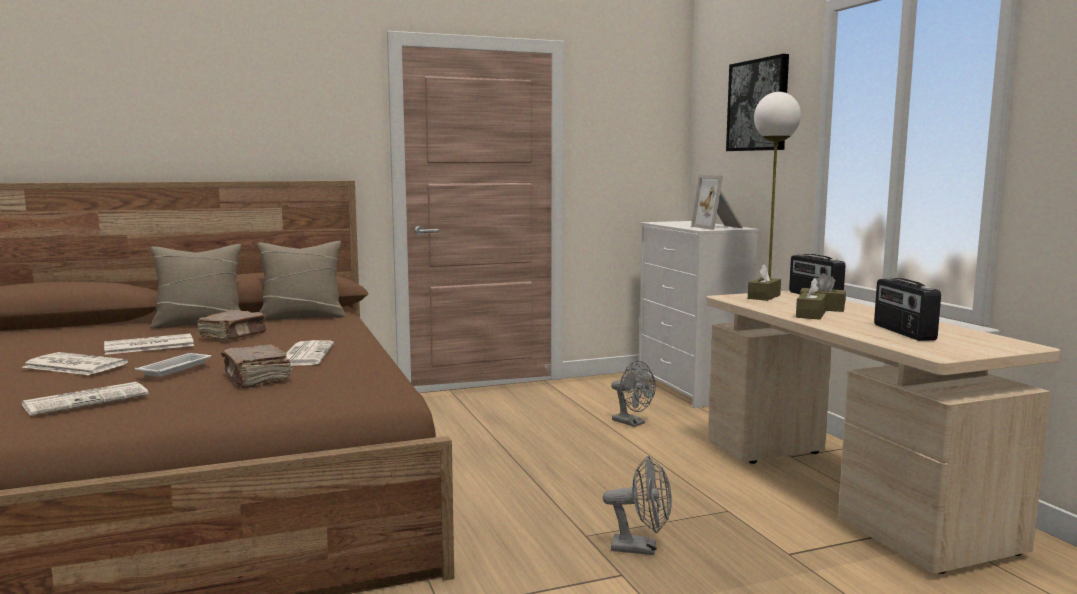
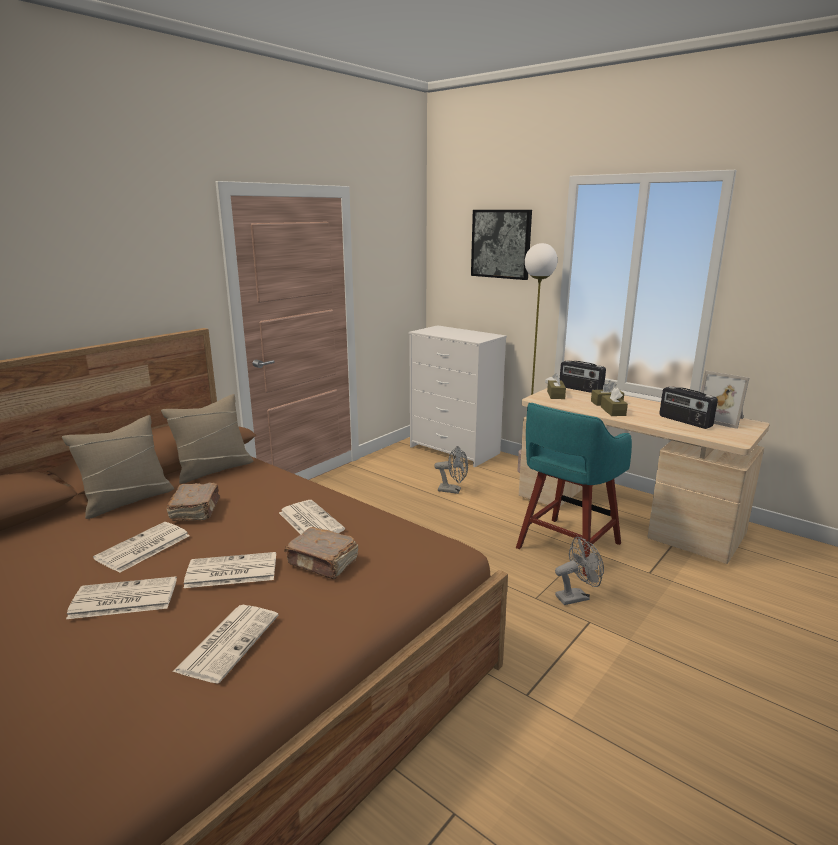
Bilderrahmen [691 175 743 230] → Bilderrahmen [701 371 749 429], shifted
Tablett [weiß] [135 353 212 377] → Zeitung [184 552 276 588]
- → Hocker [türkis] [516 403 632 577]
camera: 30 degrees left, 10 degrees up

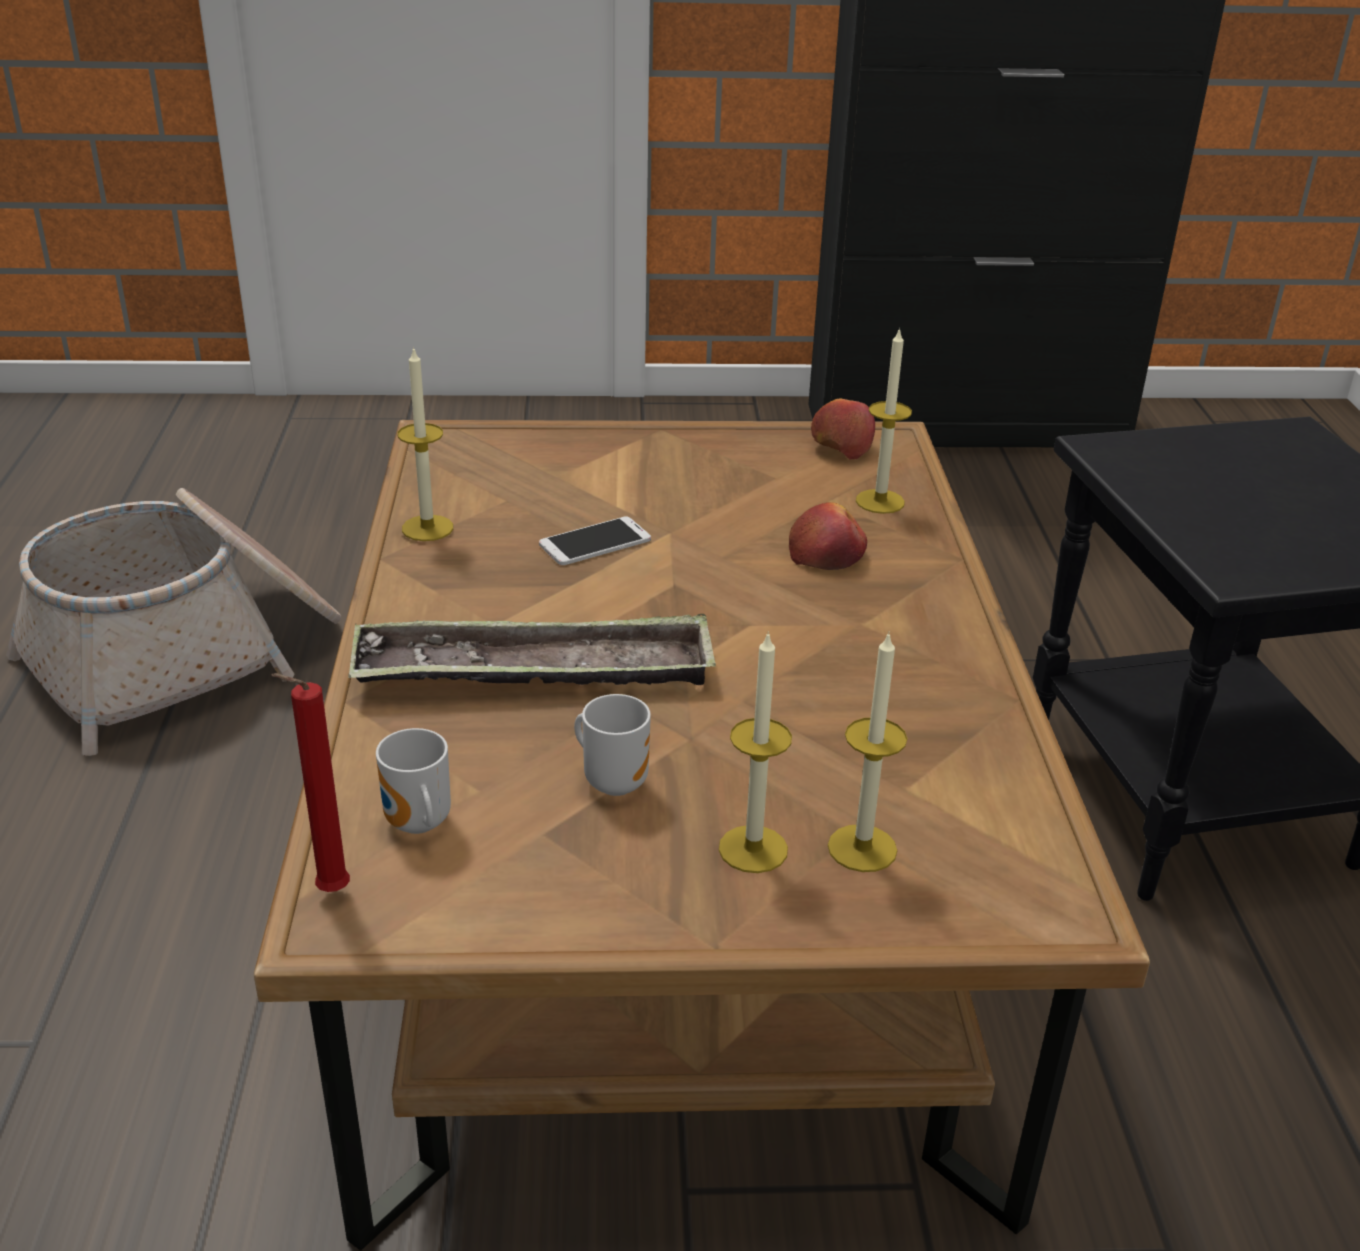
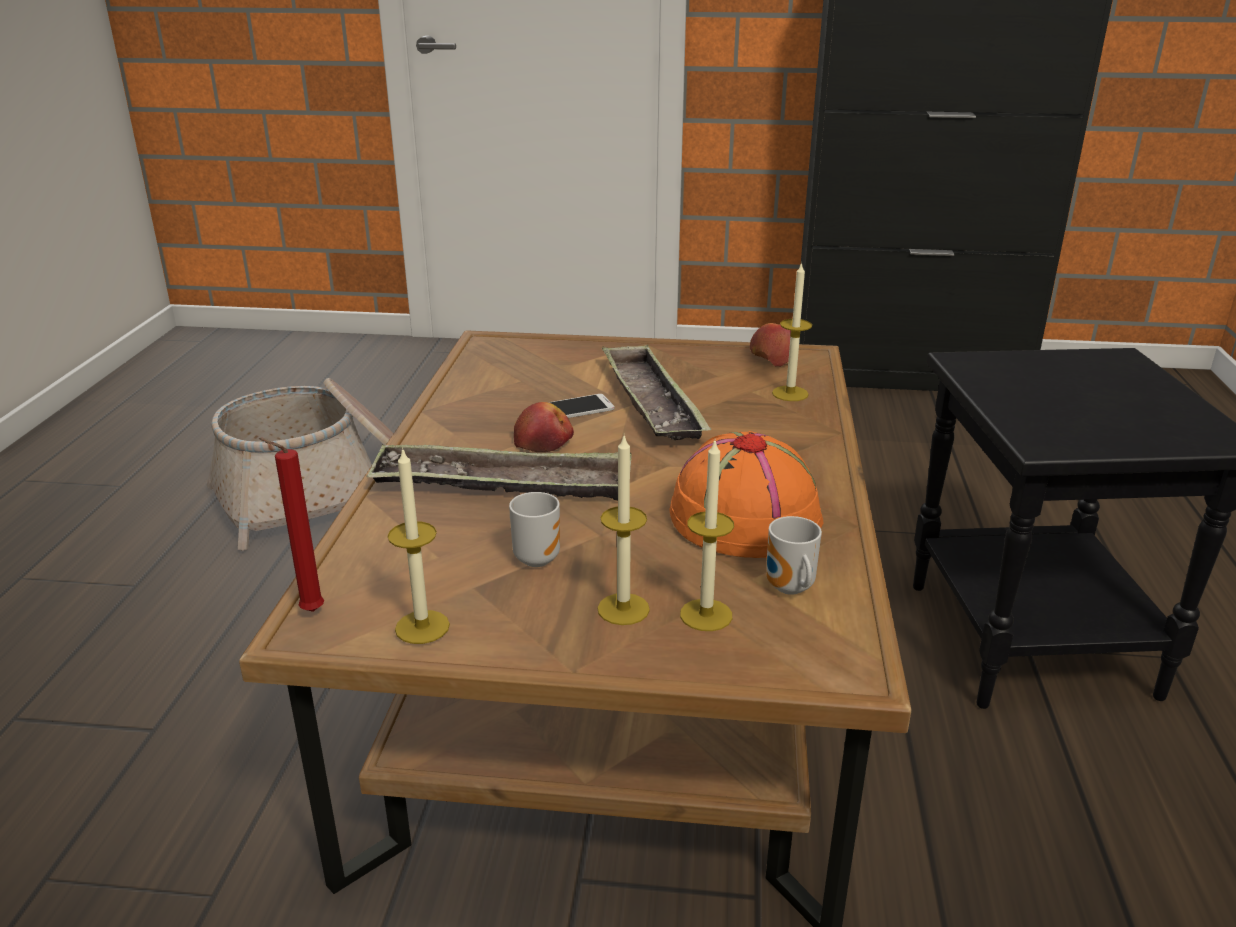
Kerze [397 346 453 541] → Kerze [388 447 450 644], shifted
Apfel [789 502 867 570] → Apfel [514 402 574 452], shifted
Henkelbecher [376 728 451 834] → Henkelbecher [766 516 822 595], shifted
- → Tablett [602 345 711 440]
- → Hut [orange] [670 431 823 558]
camera: 10 degrees right, 5 degrees down

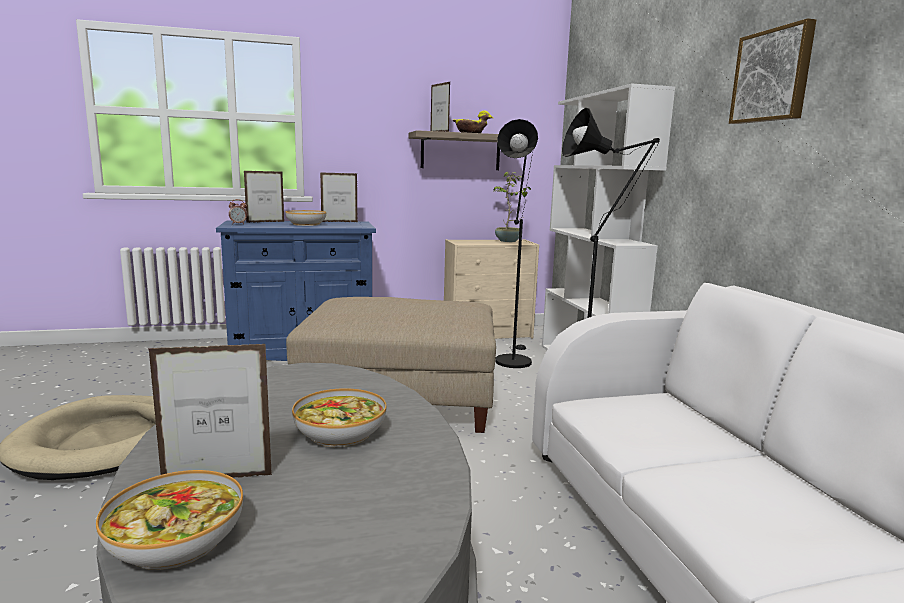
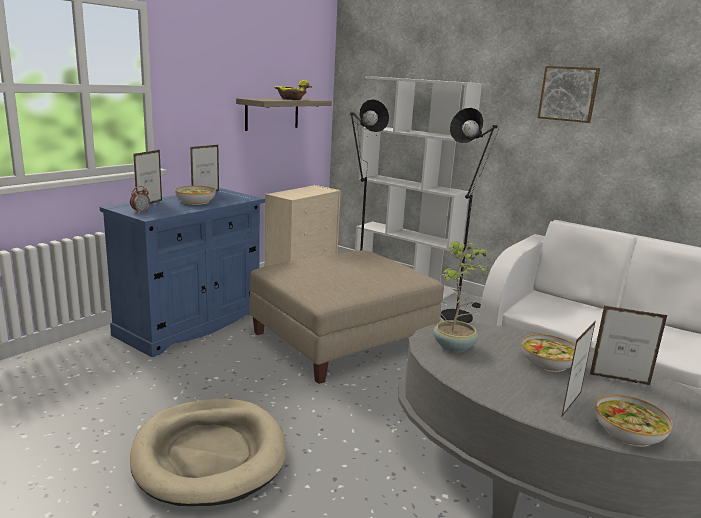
Bilderrahmen [431 82 450 132] → Bilderrahmen [590 306 668 385], shifted
Topfpflanze [493 172 531 242] → Topfpflanze [433 241 490 353], shifted
camera: 40 degrees left, 5 degrees up

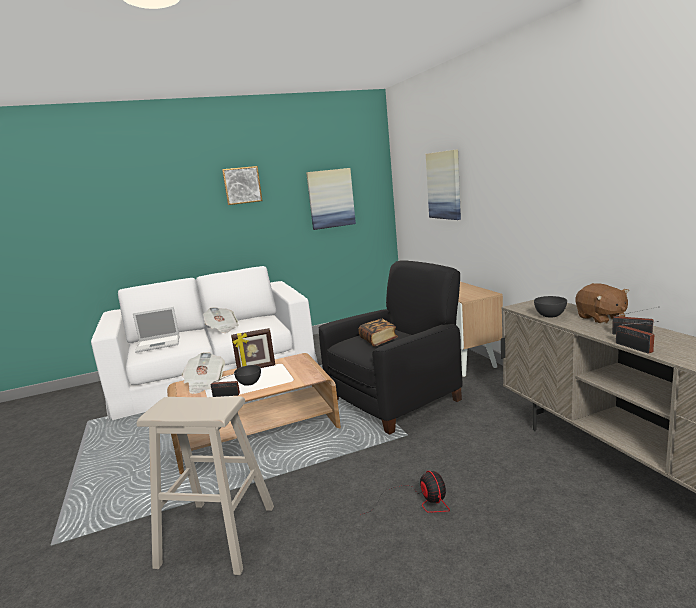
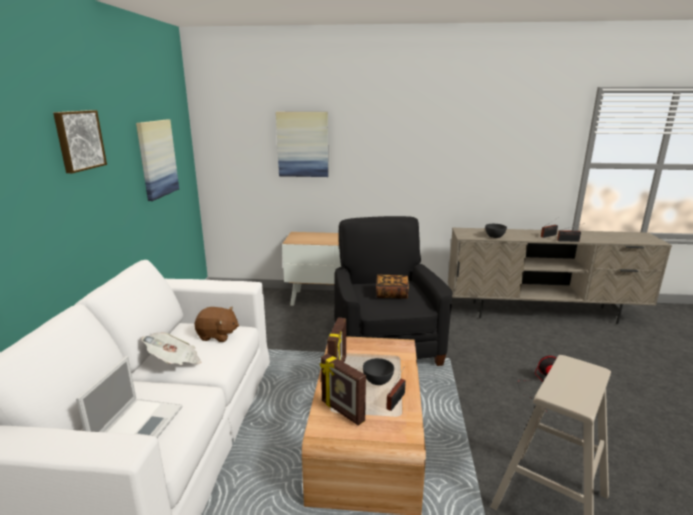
Plüschtier [braun] [575 283 629 324] → Plüschtier [braun] [194 307 239 342], shifted
Zeitung [182 352 225 394] → Bilderrahmen [320 354 366 426]
camera: 65 degrees left, 5 degrees up

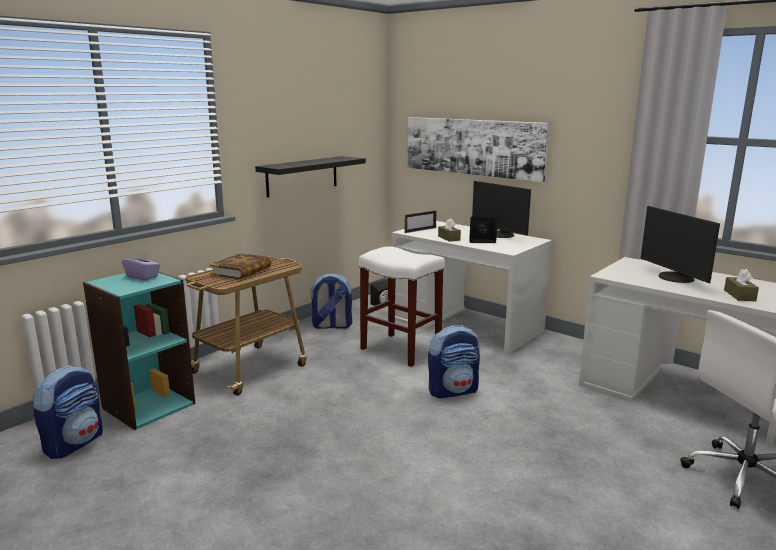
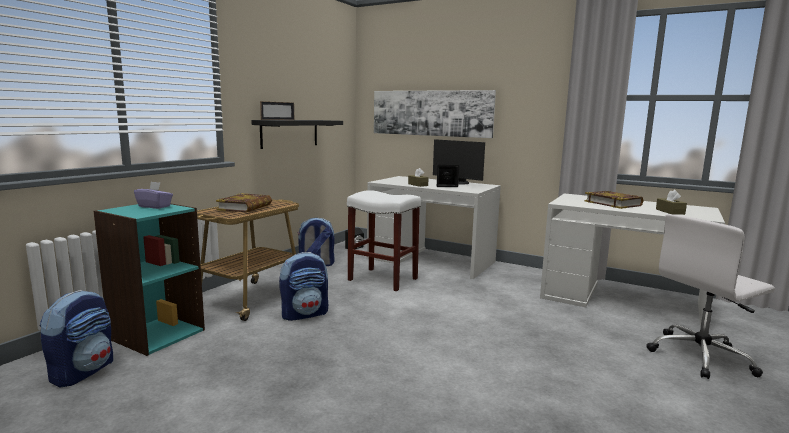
Monitor [641 206 720 283] → Buch [585 191 643 209]
Bilderrahmen [404 210 437 233] → Bilderrahmen [260 101 294 120], shifted
Rucksack [428 325 480 398] → Rucksack [279 252 328 321], shifted
camera: 10 degrees left, 5 degrees down

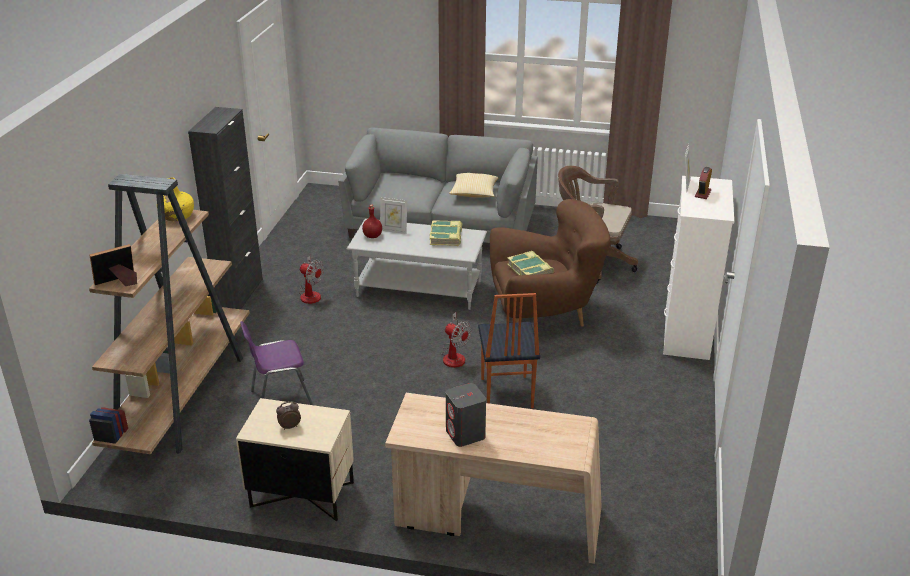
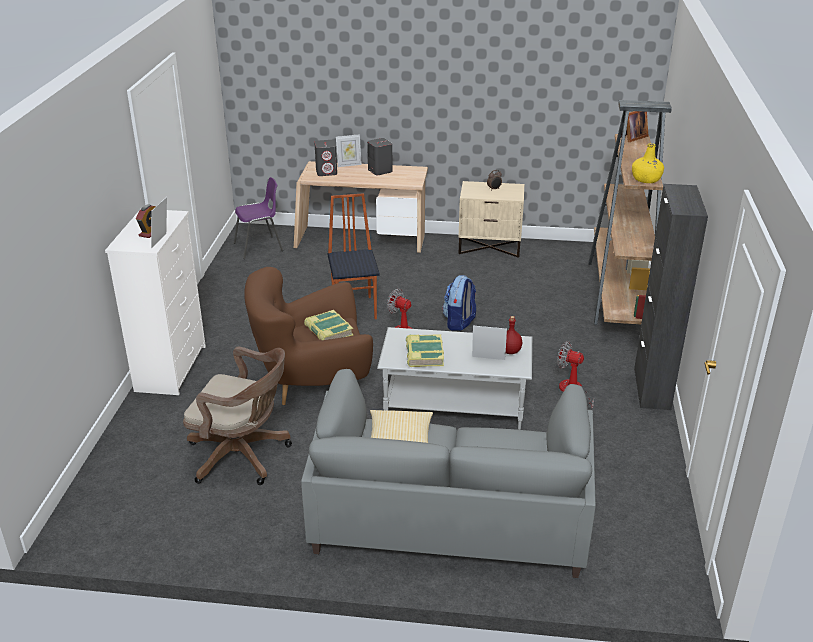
Stuhl [lila] [240 321 313 405] → Stuhl [lila] [234 177 283 259], shifted
- → Bilderrahmen [336 134 362 167]
- → Lautsprecher [grau] [314 140 337 176]
- → Rucksack [442 275 476 331]
camera: 175 degrees right, 0 degrees up

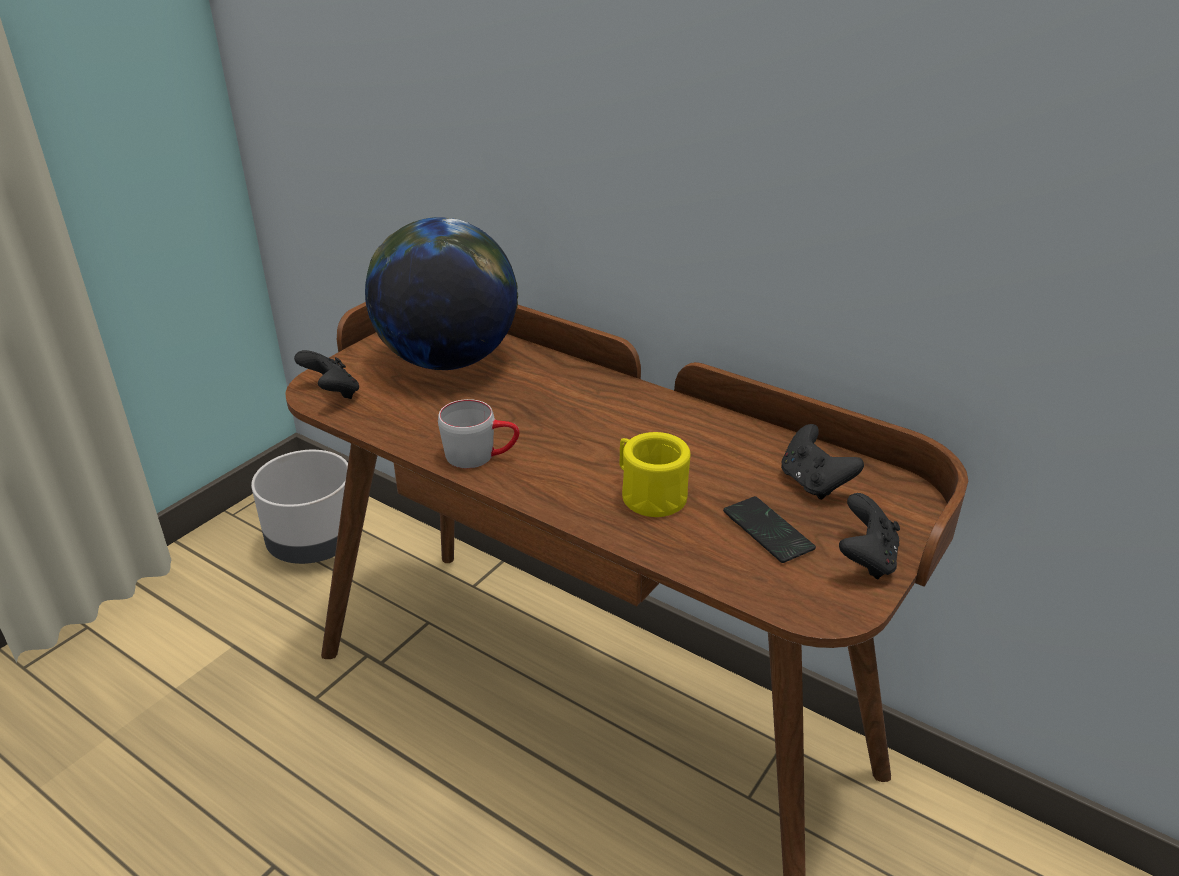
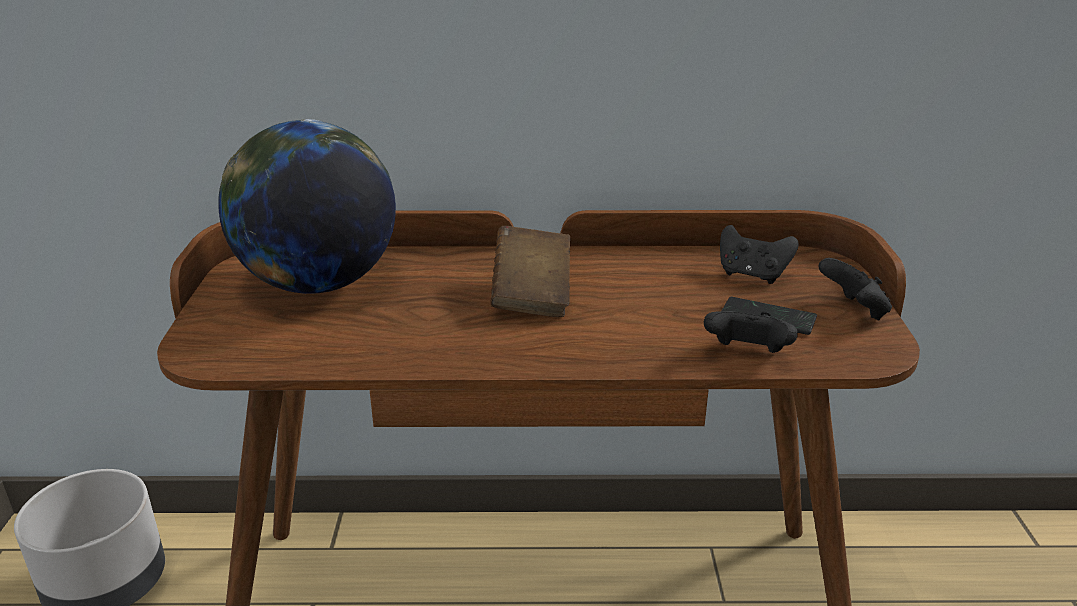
Gamepad [schwarz] [294 350 359 399] → Gamepad [schwarz] [704 311 798 353], shifted
Henkelbecher [grau] [438 399 519 468] → -
Henkelbecher [gelb] [620 432 691 517] → -
- → Buch [braun] [490 226 571 317]
camera: 35 degrees left, 5 degrees down

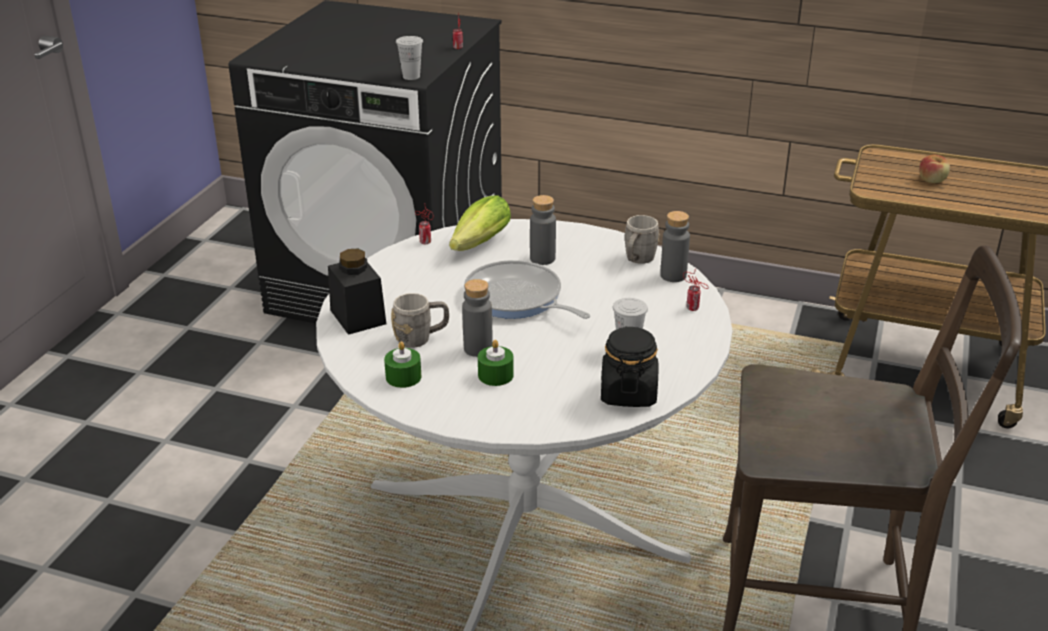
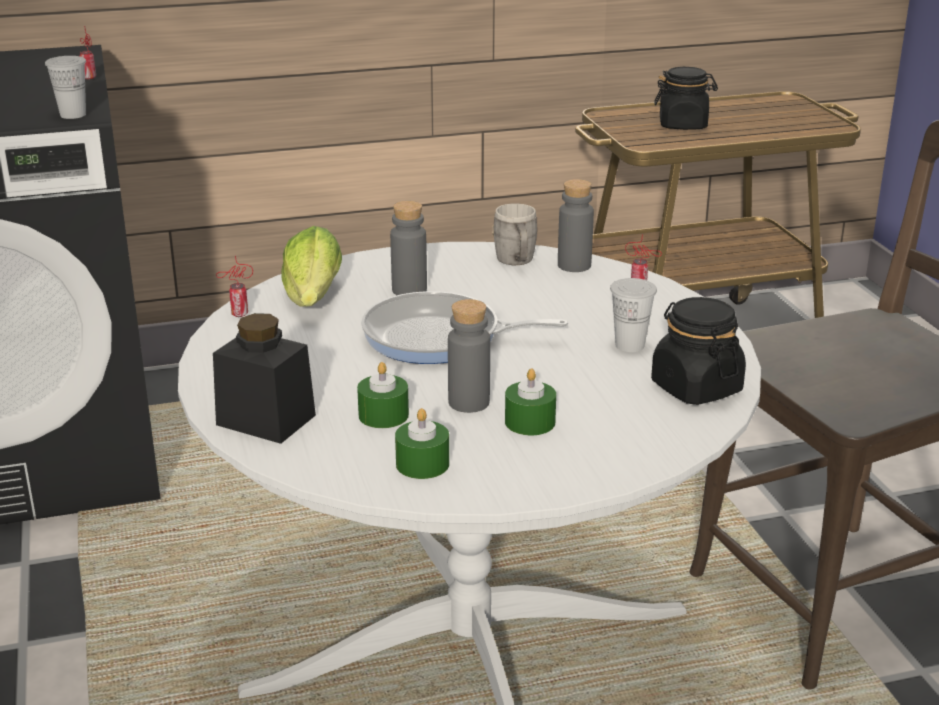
Apfel [919 155 950 183] → Vorratsglas [schwarz] [654 67 718 130]
Henkelbecher [grau] [391 293 449 348] → Kerze [grün] [357 362 409 428]
camera: 35 degrees left, 5 degrees down

